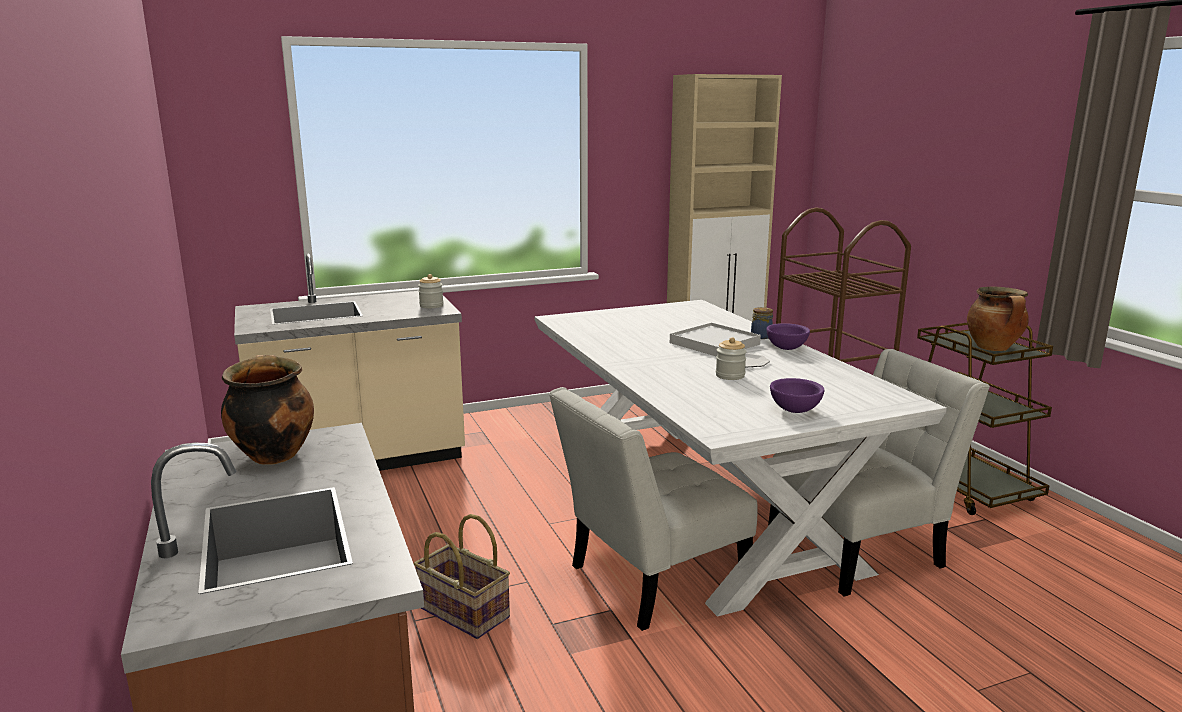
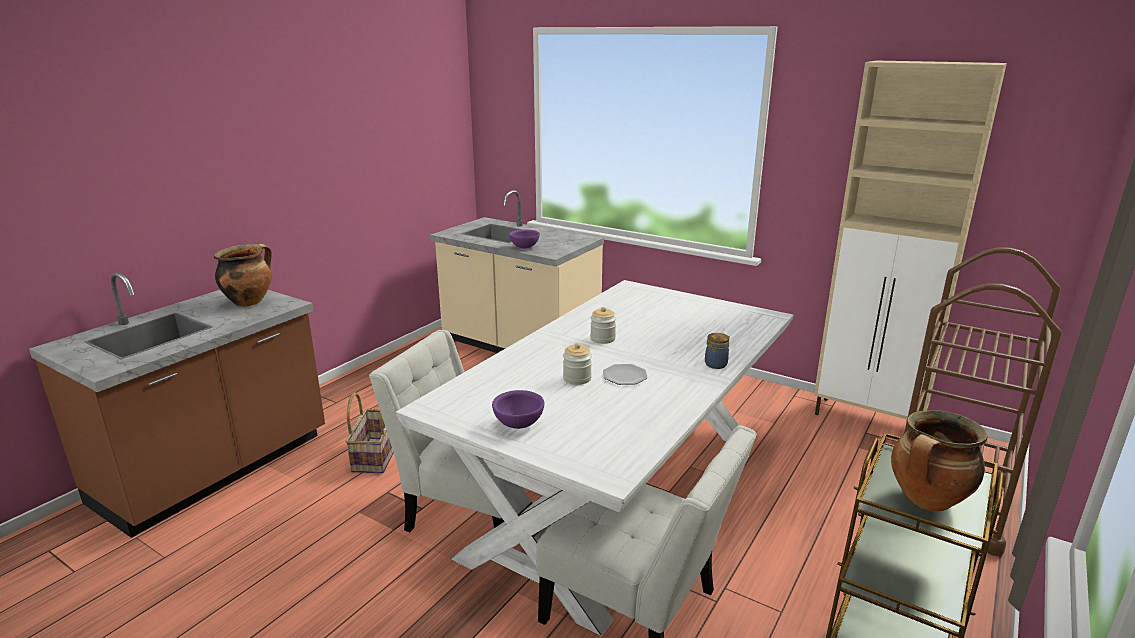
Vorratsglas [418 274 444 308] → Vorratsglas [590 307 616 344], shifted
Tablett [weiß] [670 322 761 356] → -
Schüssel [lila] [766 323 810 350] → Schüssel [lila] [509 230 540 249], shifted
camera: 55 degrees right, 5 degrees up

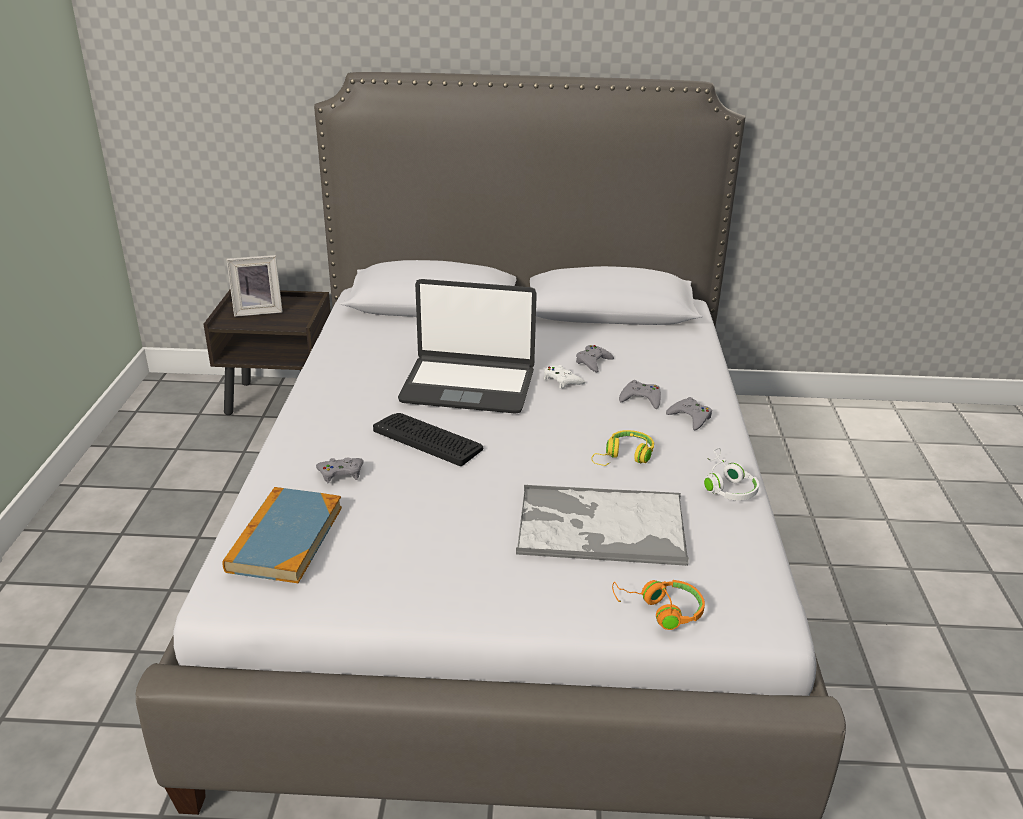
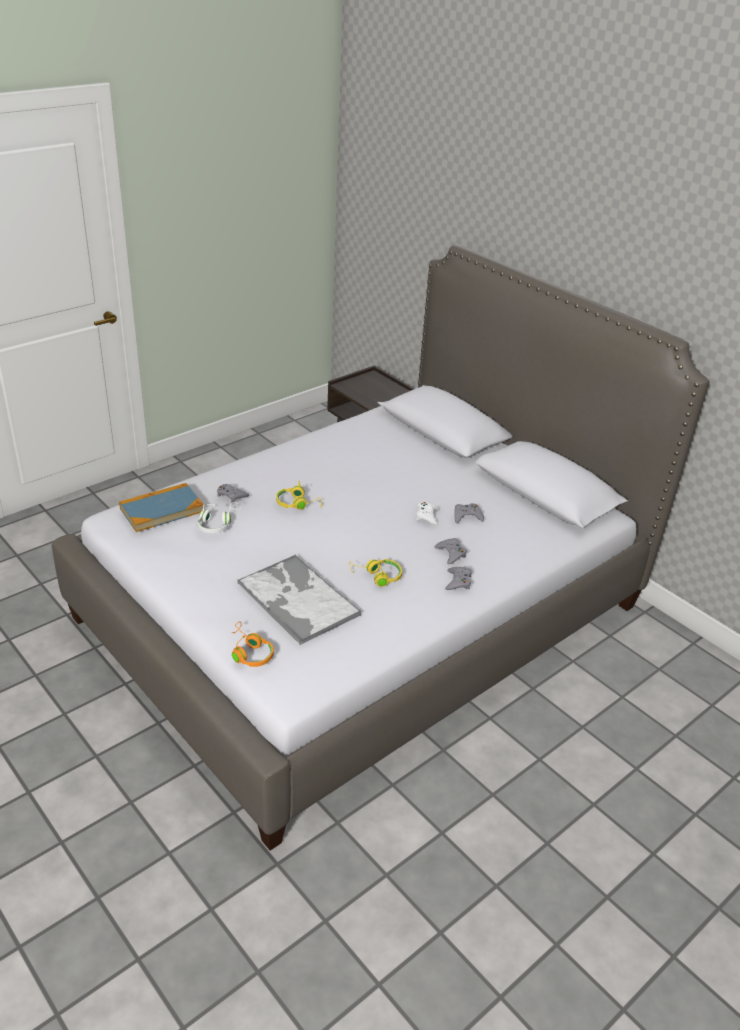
Bilderrahmen [226 255 283 317] → -
Laptop [398 279 537 414] → -
Tastatur [373 413 483 466] → Kopfhörer [gelb] [276 481 321 510]
Kopfhörer [weiß] [704 448 759 501] → Kopfhörer [weiß] [197 502 241 533], shifted
camera: 45 degrees right, 5 degrees up

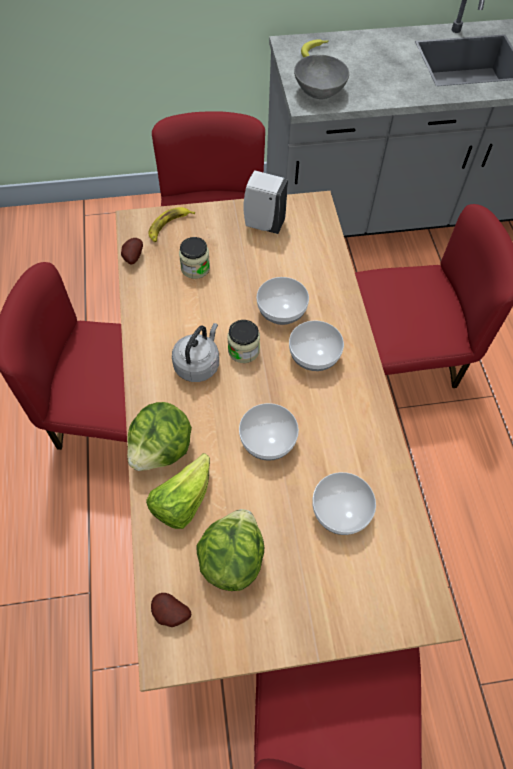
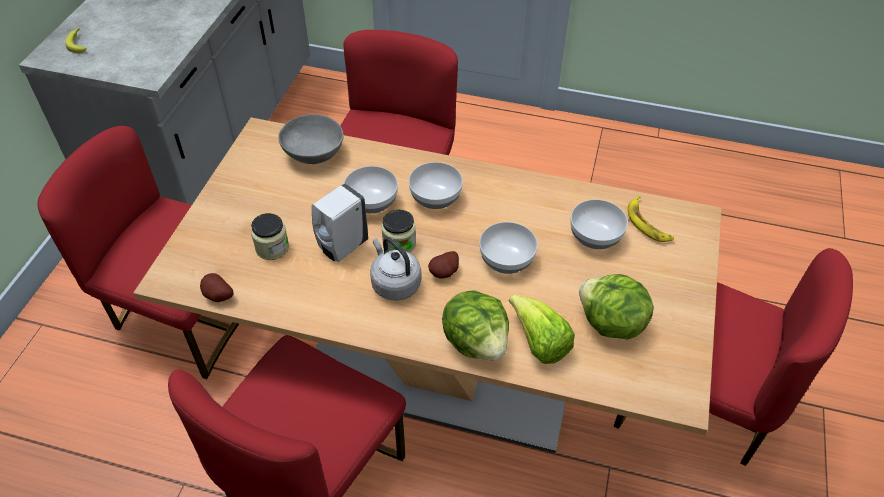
Schüssel [grau] [294 55 349 99] → Schüssel [grau] [278 114 344 164], shifted
Seifenspender [weiß] [244 171 288 234] → Seifenspender [weiß] [312 183 368 262], shifted
Banane [149 207 195 242] → Banane [628 195 674 242], shifted
Kartoffel [151 593 192 627] → Kartoffel [428 251 459 279], shifted
camera: 65 degrees left, 10 degrees down

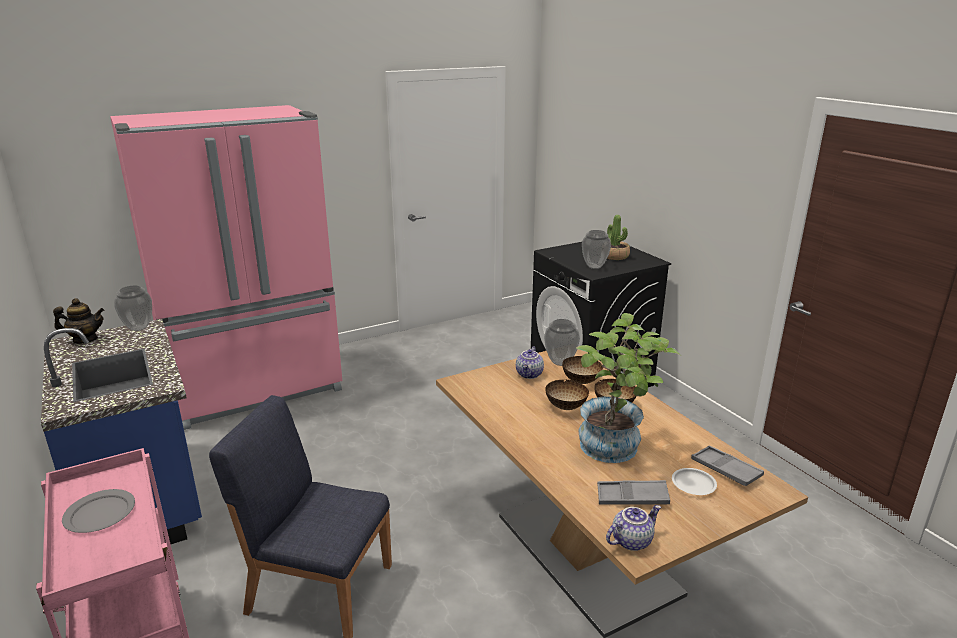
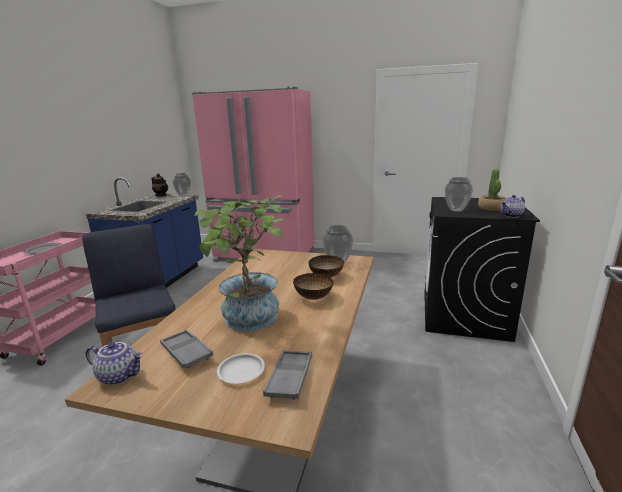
Teekanne [516 346 544 379] → Teekanne [500 195 525 218], shifted
Schüssel [545 379 589 410] → -
camera: 45 degrees right, 5 degrees down

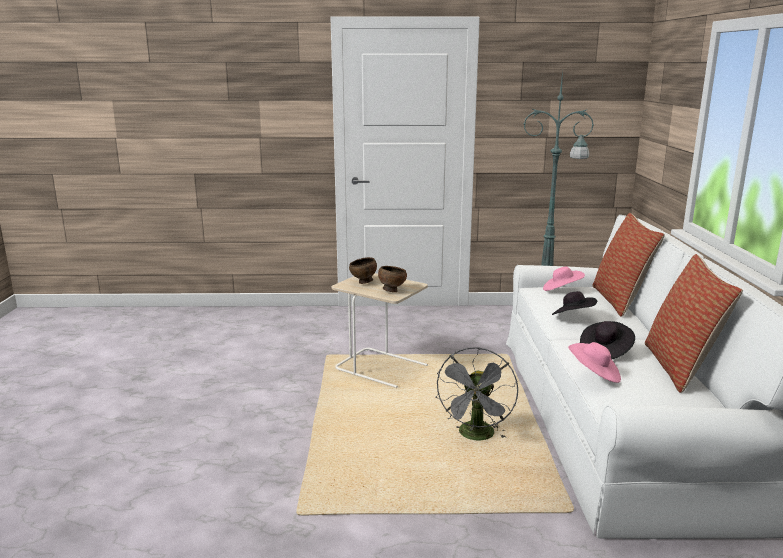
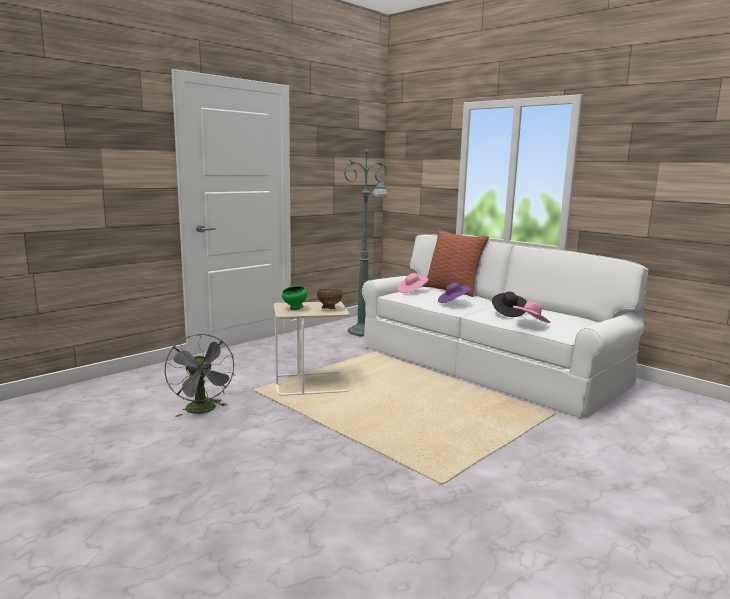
Kissen [645 254 743 393] → -
Schüssel [braun] [349 257 377 284] → Schüssel [grün] [282 286 307 310]
Hut [schwarz] [552 291 597 315] → Hut [lila] [438 283 471 303]
Ventilator [grau] [435 347 518 440] → Ventilator [grau] [164 334 235 417], shifted
camera: 45 degrees left, 5 degrees down

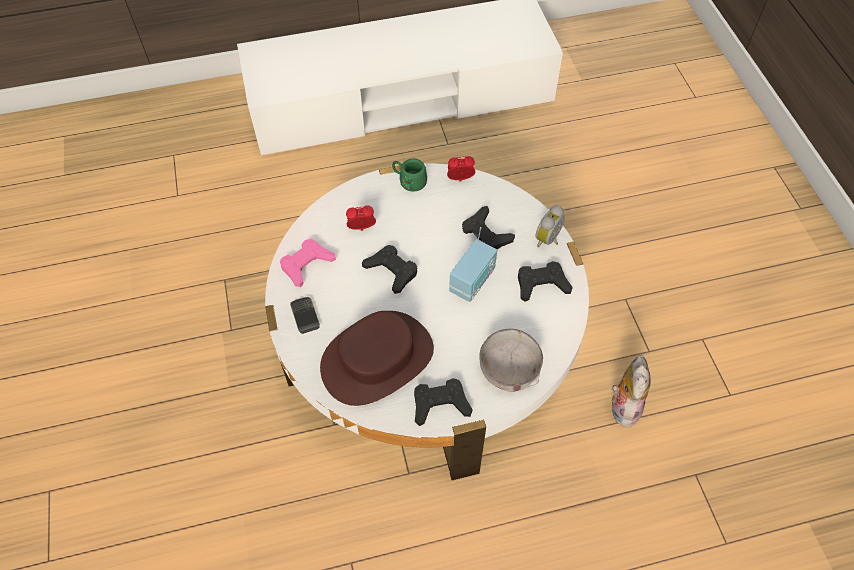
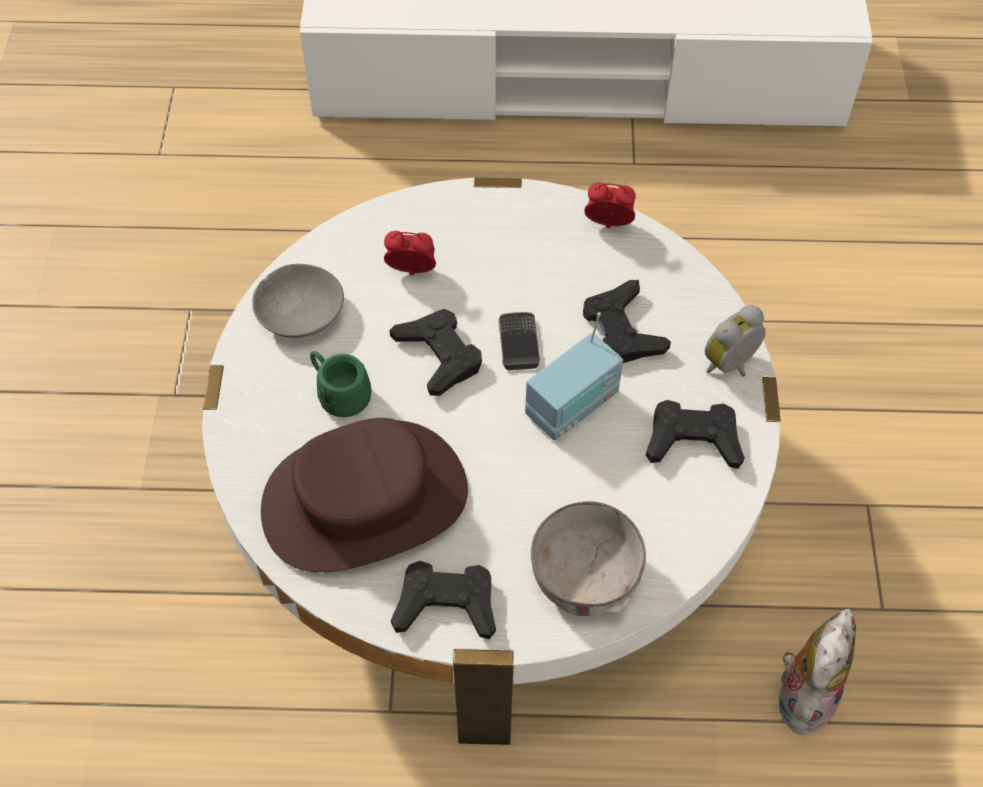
Henkelbecher [grün] [392 158 427 192] → Henkelbecher [grün] [310 351 371 417], shifted
Gamepad [rosa] [280 239 336 287] → Schüssel [grau] [252 264 344 338]
Handy [290 297 320 334] → Handy [498 312 540 370], shifted
camera: 15 degrees right, 0 degrees up

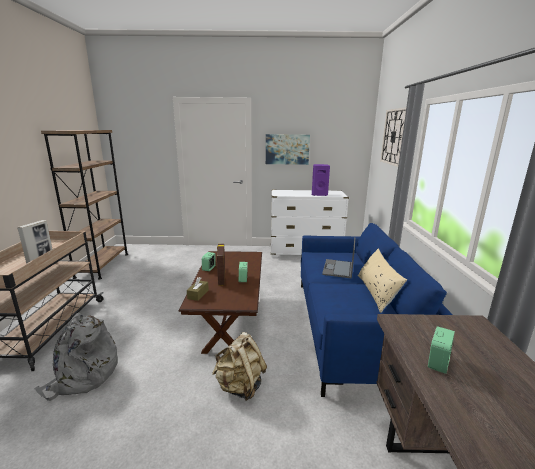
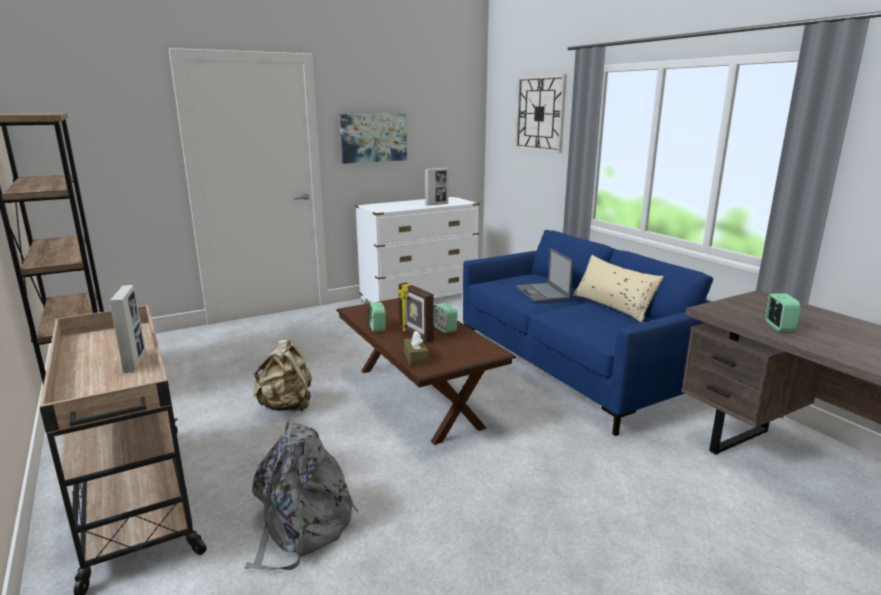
Lautsprecher [lila] [312 164 330 196] → Bilderrahmen [425 168 449 206]
Rucksack [beige] [212 332 267 401] → Rucksack [beige] [253 340 312 412], shifted
camera: 30 degrees left, 0 degrees up

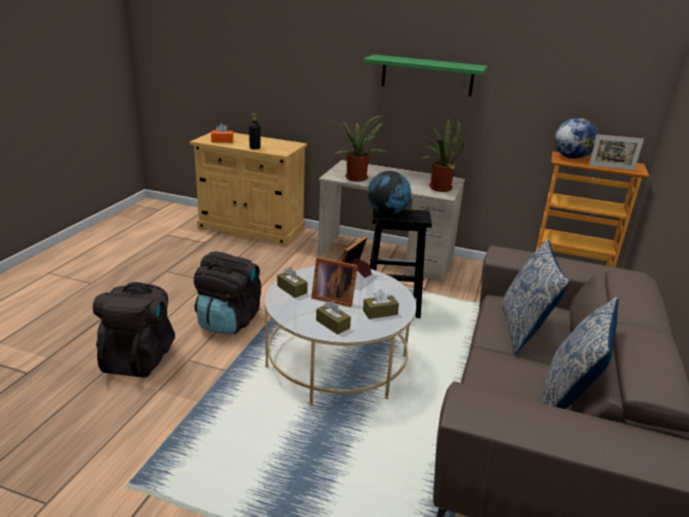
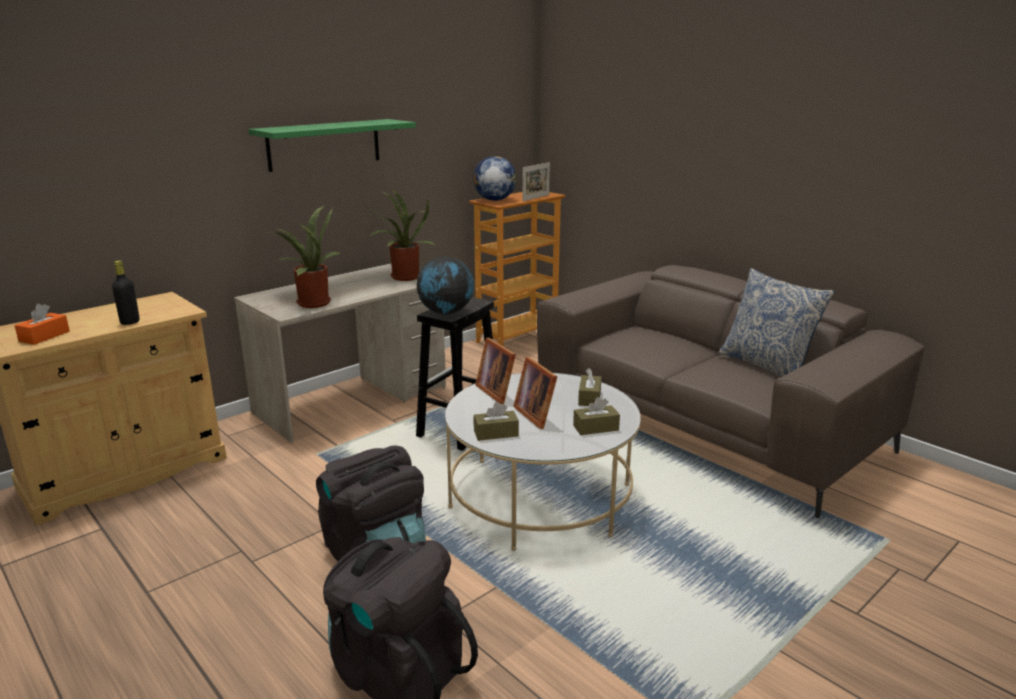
Kissen [501 239 570 355] → -
Bilderrahmen [311 257 358 307] → Bilderrahmen [513 357 557 429], 105 degrees clockwise
camera: 60 degrees left, 5 degrees down

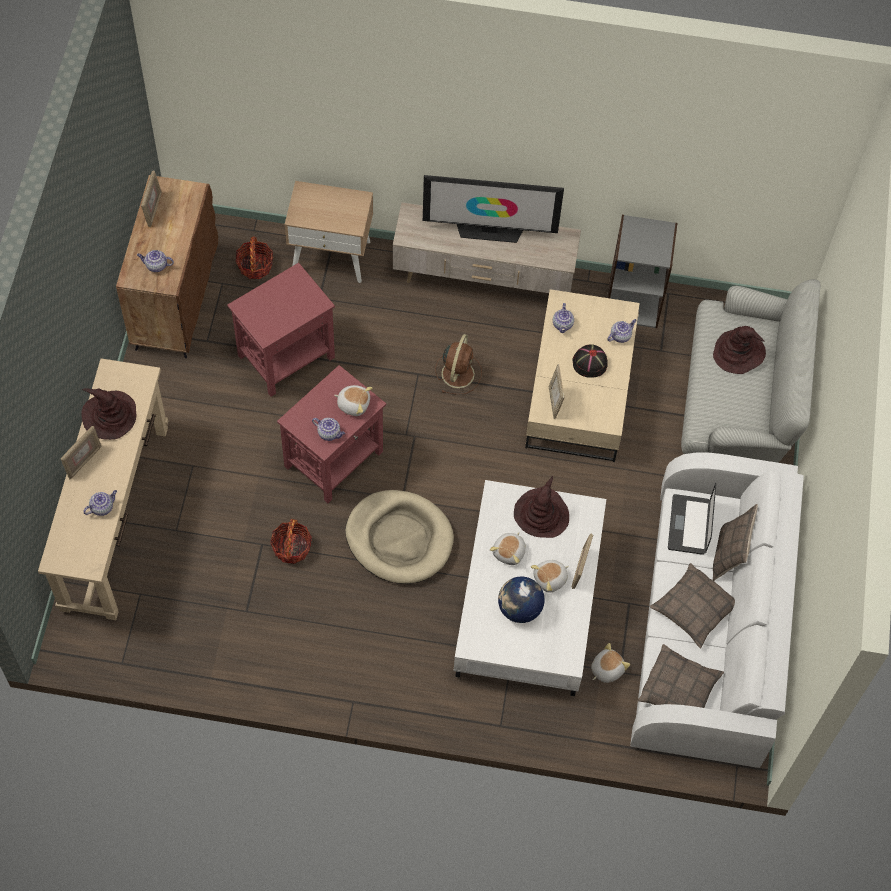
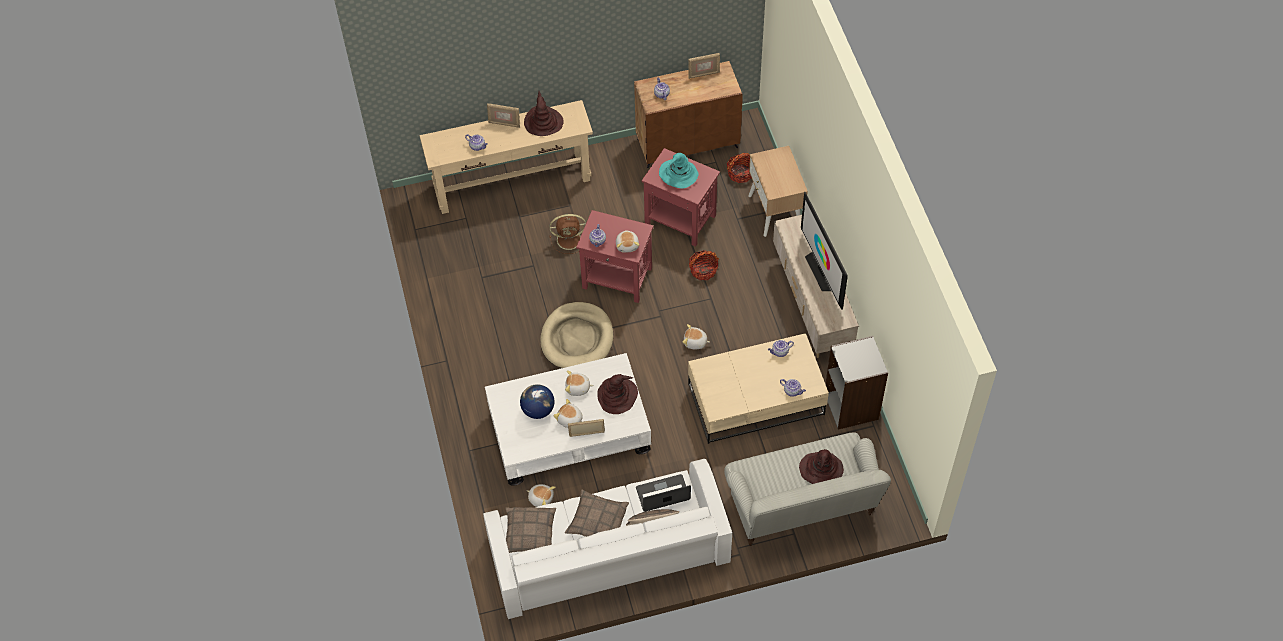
Ventilator [braun] [435 334 482 395] → Ventilator [braun] [550 214 586 254], shifted
Hut [schwarz] [572 345 608 378] → -
Bilderrahmen [549 364 564 419] → -
Korb [270 519 312 564] → Korb [689 250 719 280], shifted
- → Hut [türkis] [659 153 699 189]
- → Plüschtier [683 324 710 350]
camera: 70 degrees right, 5 degrees down

